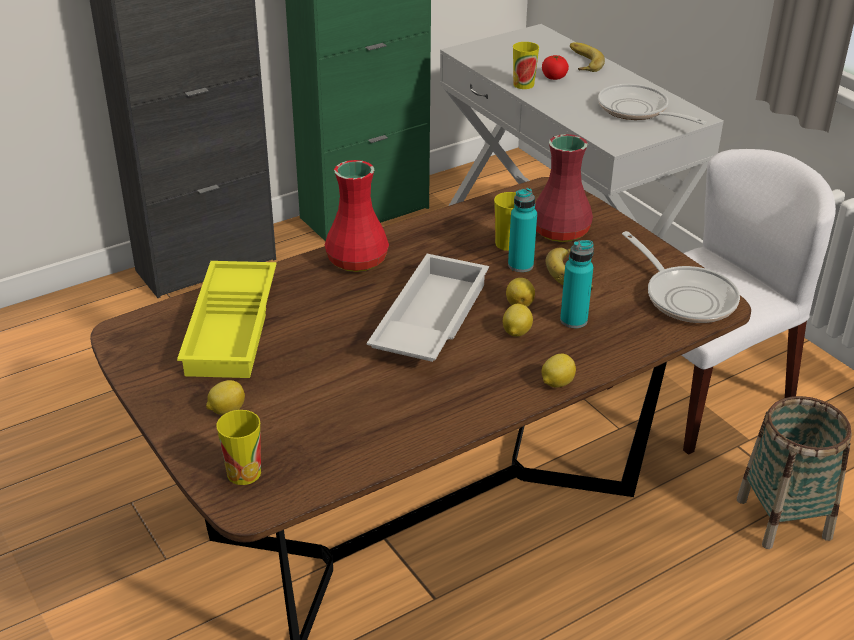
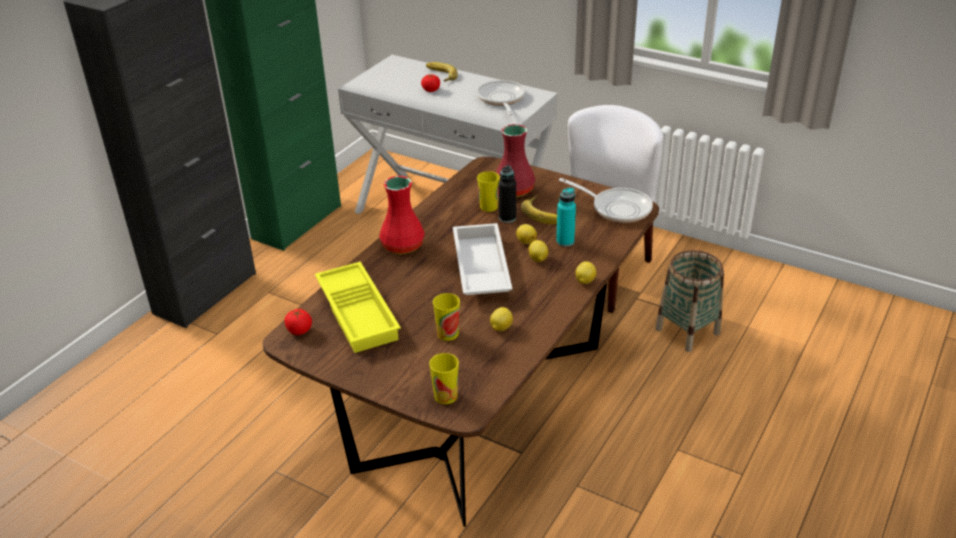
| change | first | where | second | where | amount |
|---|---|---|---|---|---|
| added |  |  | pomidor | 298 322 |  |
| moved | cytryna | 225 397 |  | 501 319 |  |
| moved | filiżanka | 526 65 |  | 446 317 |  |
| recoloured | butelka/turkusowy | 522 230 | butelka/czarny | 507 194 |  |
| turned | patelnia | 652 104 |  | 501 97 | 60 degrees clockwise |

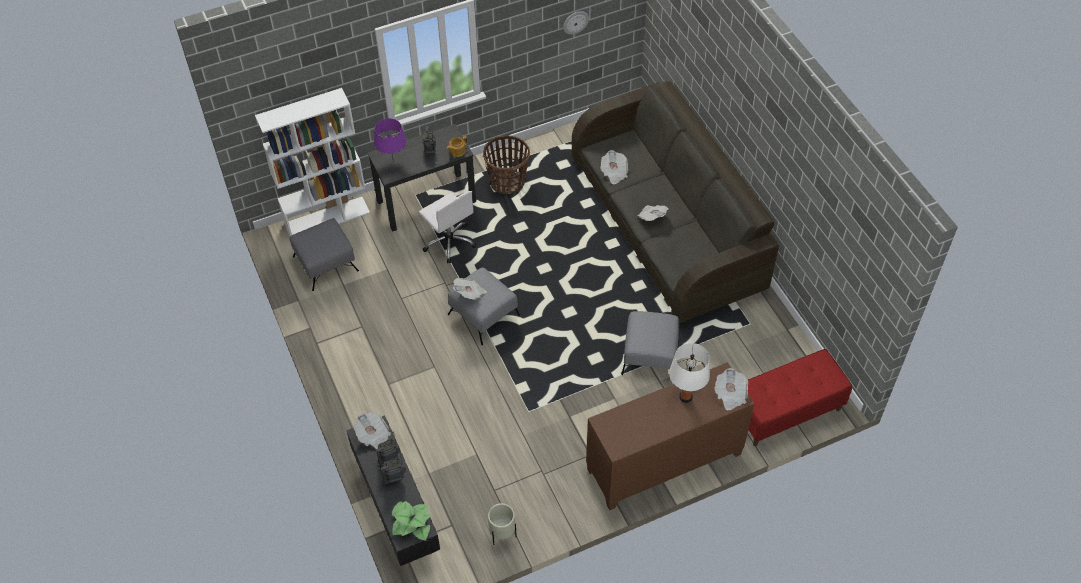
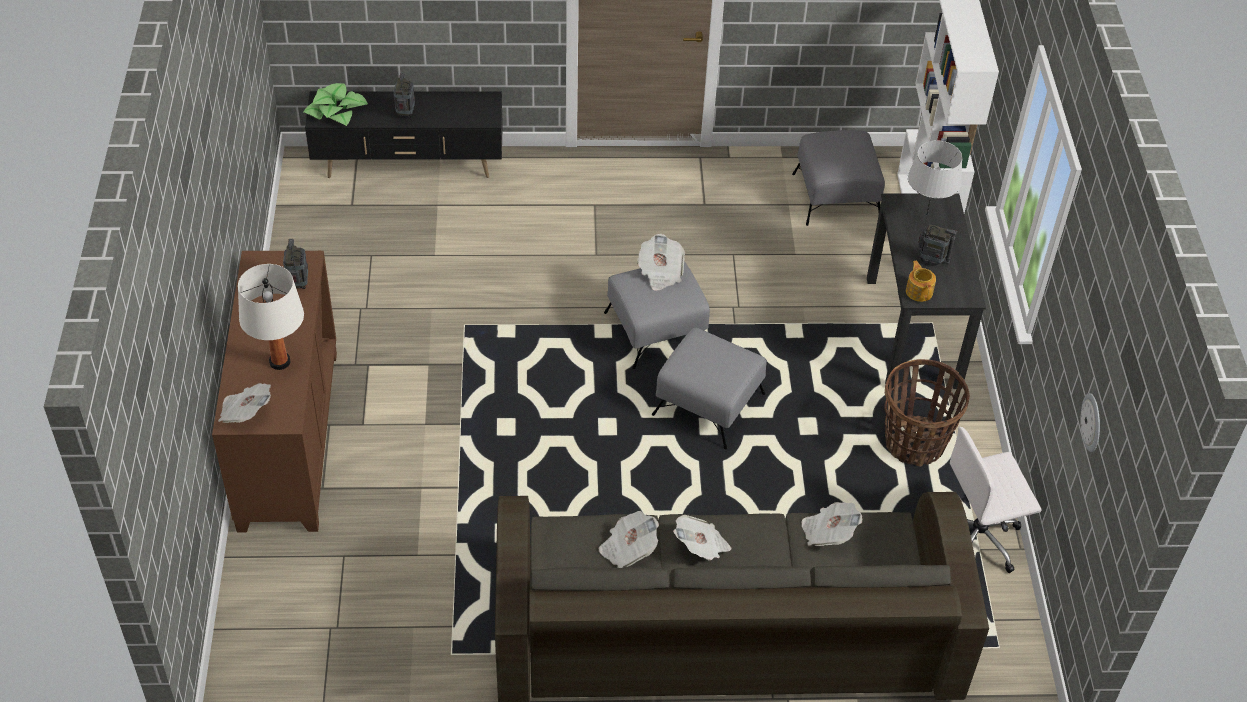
| change | first | where | second | where | amount |
|---|---|---|---|---|---|
| removed | donica/beżowy | 502 524 |  |  |  |
| removed | ławka/czerwony | 800 397 |  |  |  |
| moved | gazeta | 372 430 |  | 629 539 |  |
| moved | radio | 388 449 |  | 295 264 |  |
| moved | krzesło biurowe/biały | 447 227 |  | 995 500 |  |
| moved | pufa/szary | 650 343 |  | 709 388 |  |
| recoloured | lampa stołowa/fioletowy | 390 140 | lampa stołowa/szary | 935 176 |  |

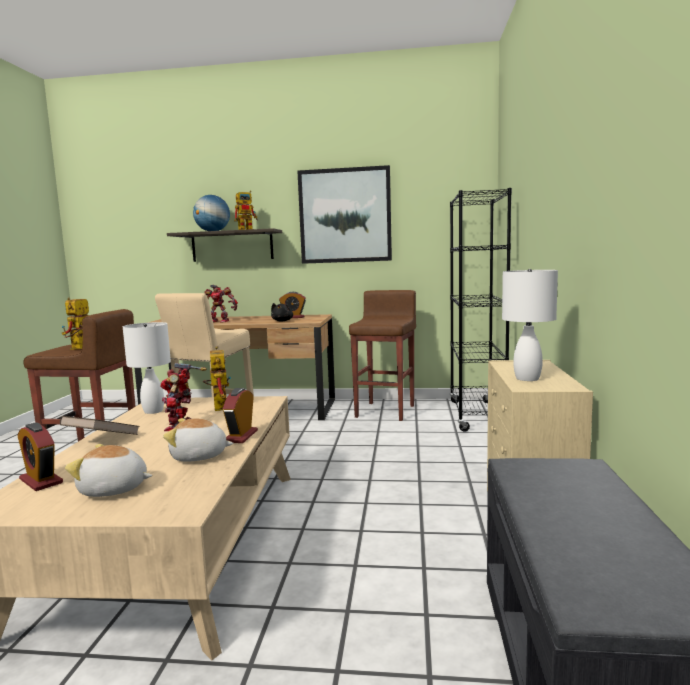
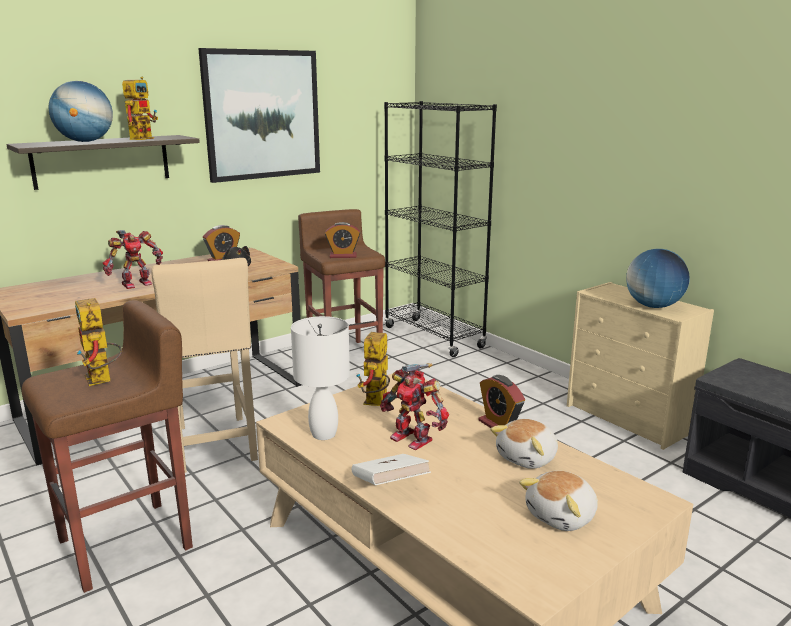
| change | first | where | second | where | amount |
|---|---|---|---|---|---|
| moved | budzik | 40 457 |  | 342 240 |  |
| replaced | lampa stołowa/biały | 530 325 | globus | 658 278 |  |
| recoloured | książka/brązowy | 100 425 | książka/biały | 391 469 |  |
| turned | robot zabawkowy | 217 378 |  | 373 369 | 105 degrees counterclockwise |

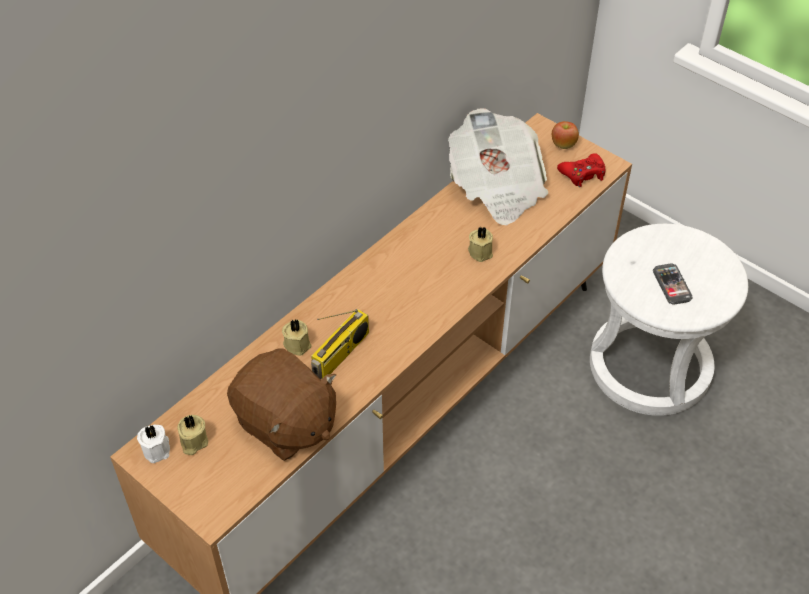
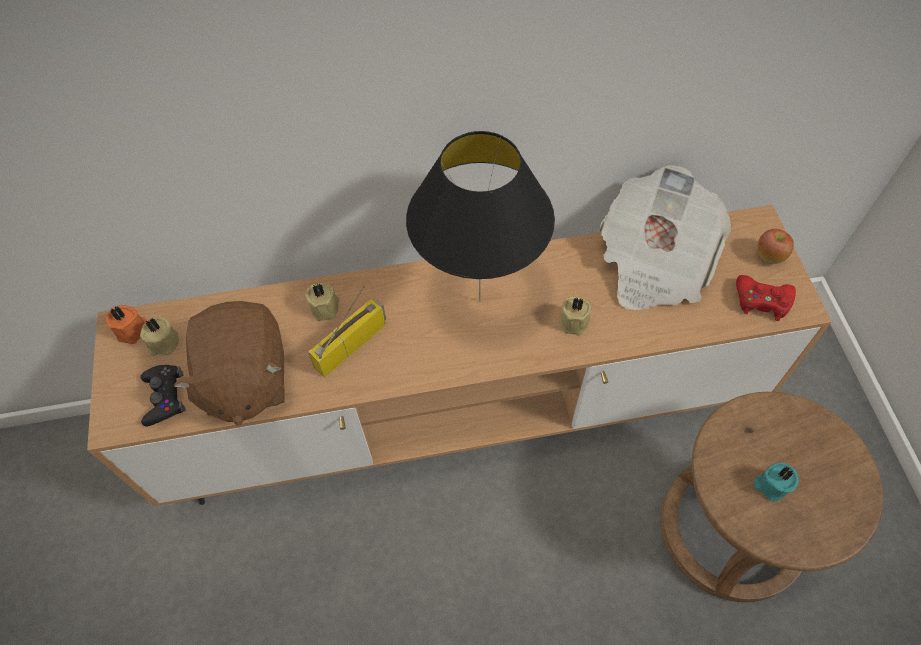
| change | first | where | second | where | amount |
|---|---|---|---|---|---|
| added |  |  | pad do gier/czarny | 162 395 |  |
| added |  |  | lampa stołowa/czarny | 480 216 |  |
| replaced | telefon | 673 284 | świeca/turkusowy | 776 482 |  |
| recoloured | świeca/biały | 153 444 | świeca/pomarańczowy | 127 324 |  |
| recoloured | stołek/biały | 669 320 | stołek/brązowy | 772 497 |  |
| turned | radio | 340 344 |  | 347 331 | 150 degrees clockwise |

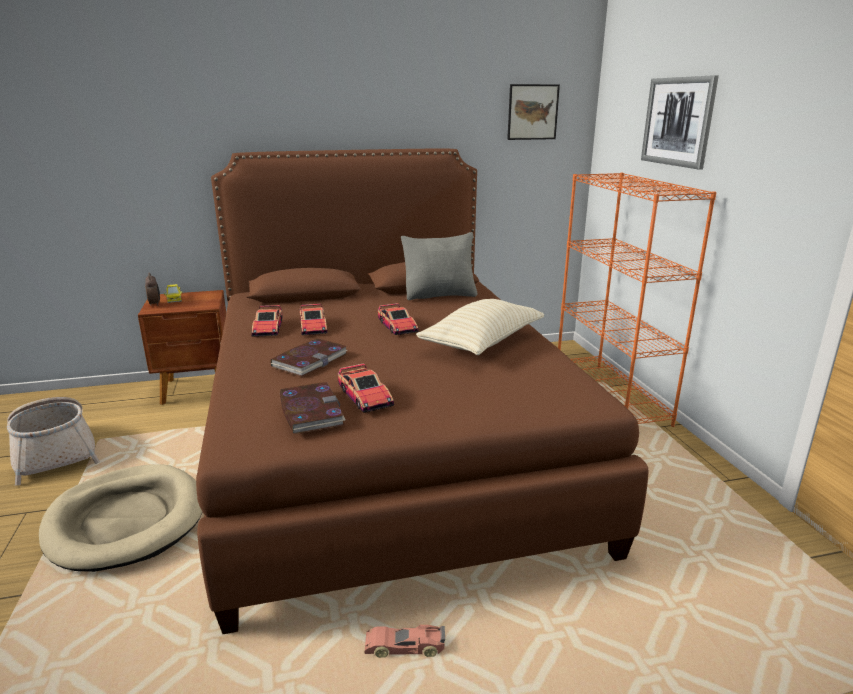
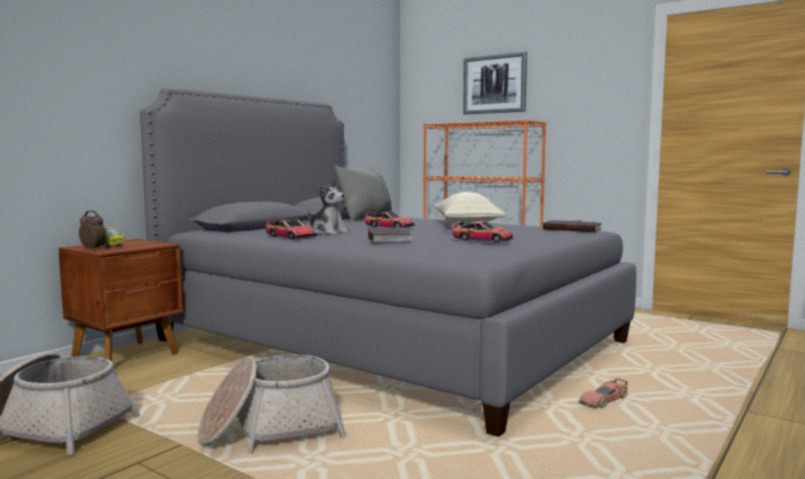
| change | first | where | second | where | amount |
|---|---|---|---|---|---|
| removed | obraz | 533 112 |  |  |  |
| moved | książka | 313 408 |  | 572 226 |  |
| replaced | legowisko/beżowy | 120 518 | koszyk | 272 404 |  |
| replaced | samochodzik | 314 319 | pluszak | 329 207 |  |
| recoloured | łóżko/brązowy | 422 391 | łóżko/szary | 388 262 |  |

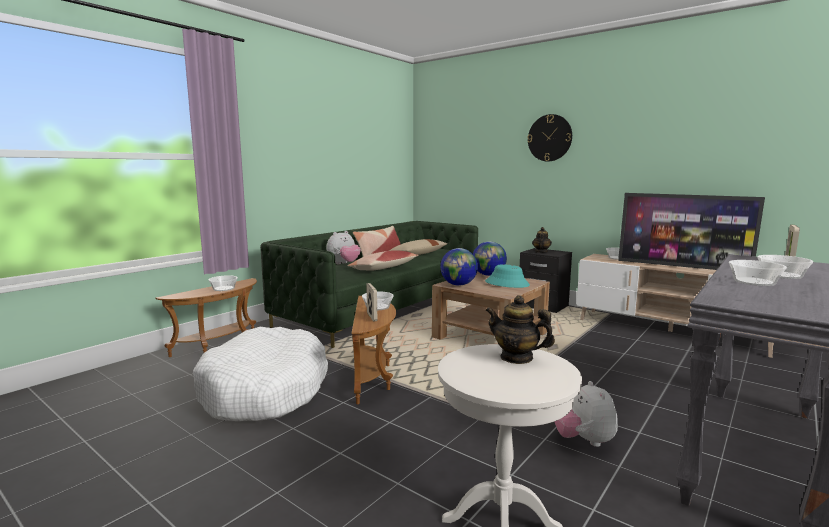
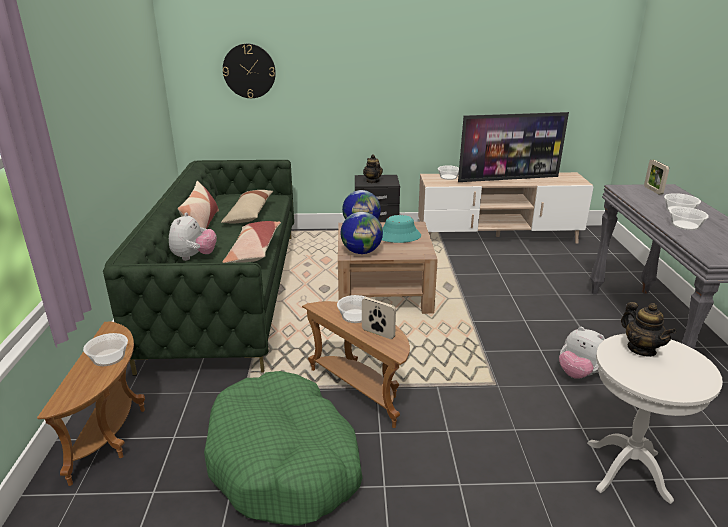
| change | first | where | second | where | amount |
|---|---|---|---|---|---|
| moved | zegar ścienny | 549 138 |  | 249 71 |  |
| recoloured | legowisko/biały | 260 374 | legowisko/zielony | 283 448 |  |
| turned | imbryk | 520 329 |  | 648 329 | 105 degrees counterclockwise |

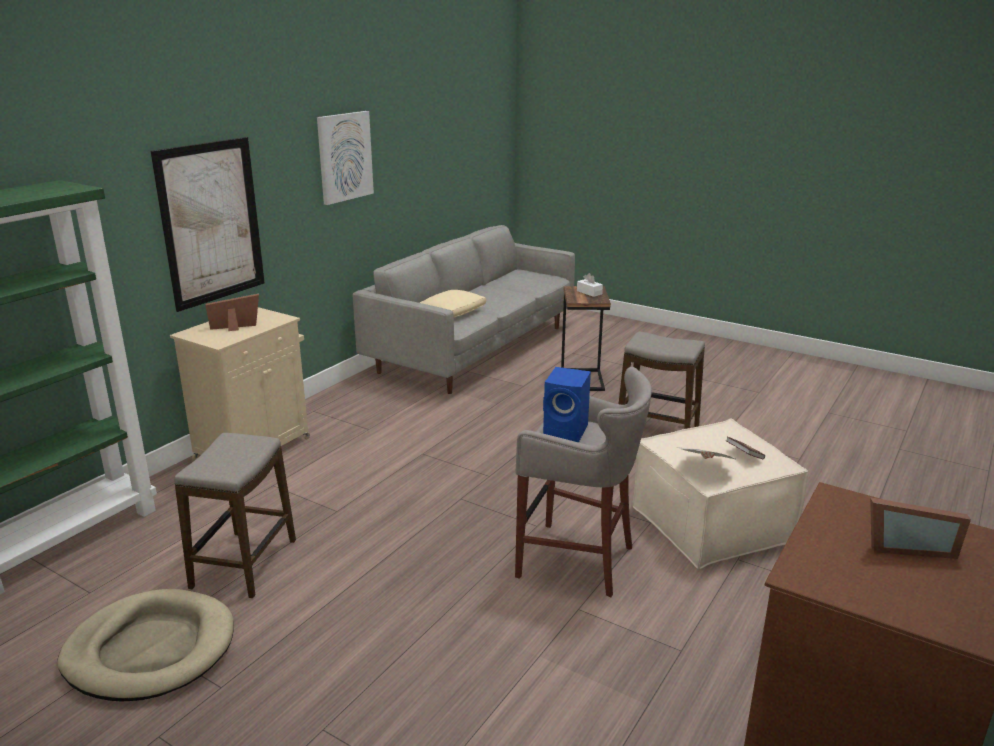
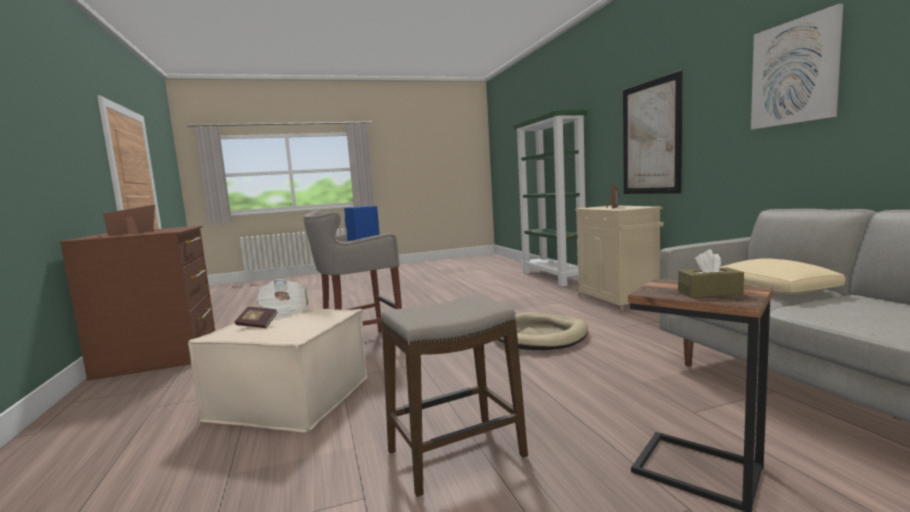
| change | first | where | second | where | amount |
|---|---|---|---|---|---|
| removed | stołek | 235 515 |  |  |  |
| moved | legowisko/beżowy | 145 645 |  | 542 331 |  |
| recoloured | pudełko chusteczek/biały | 590 285 | pudełko chusteczek/brązowy | 711 273 |  |

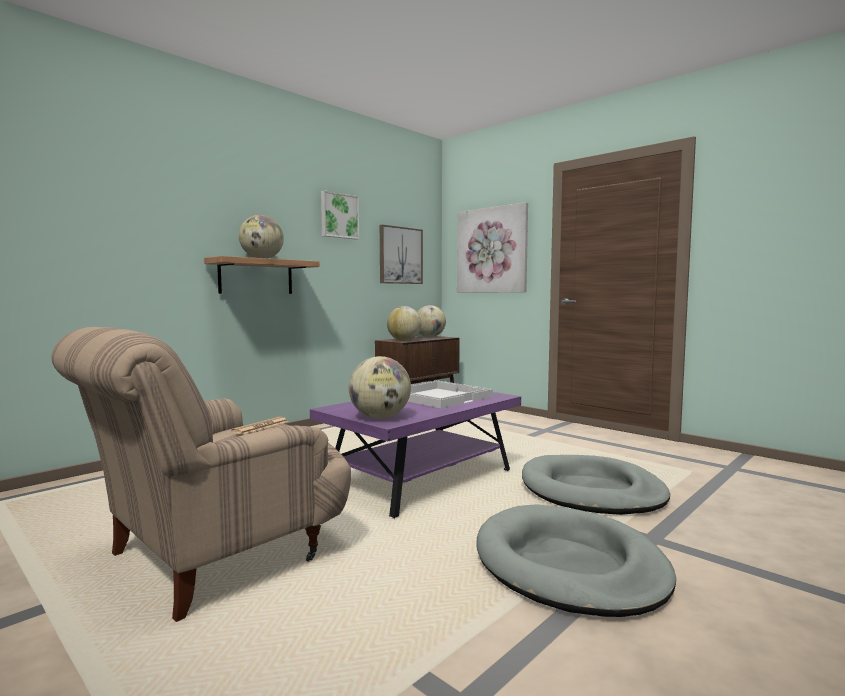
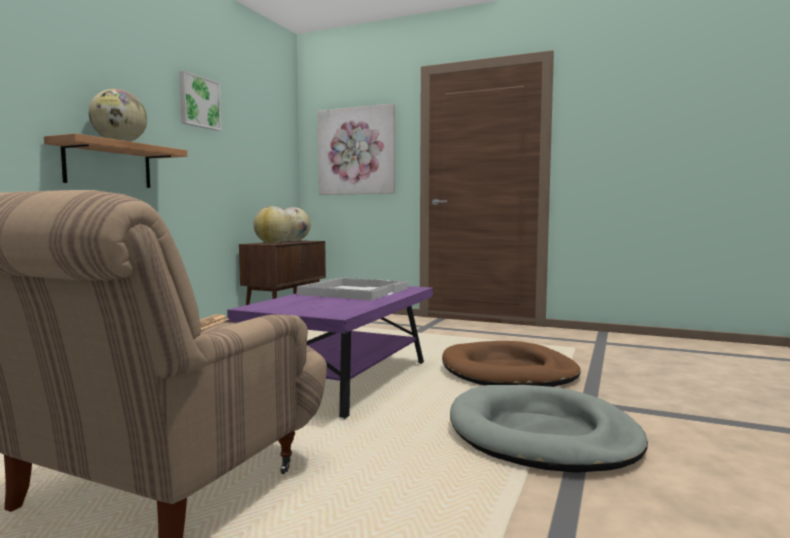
| change | first | where | second | where | amount |
|---|---|---|---|---|---|
| removed | globus | 380 387 |  |  |  |
| removed | obraz | 401 254 |  |  |  |
| recoloured | legowisko/szary | 596 485 | legowisko/brązowy | 511 364 |  |

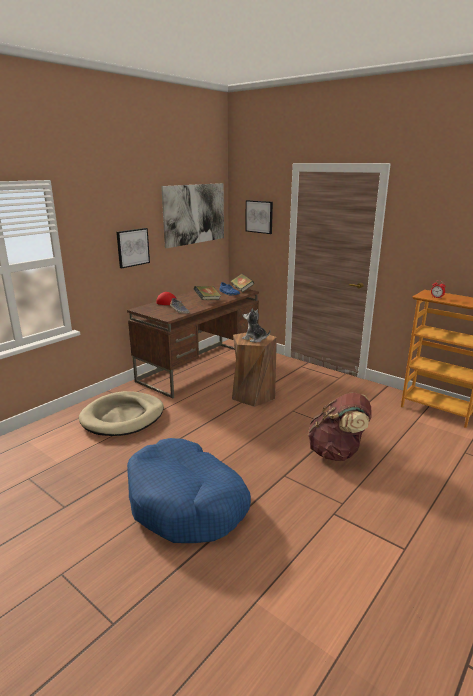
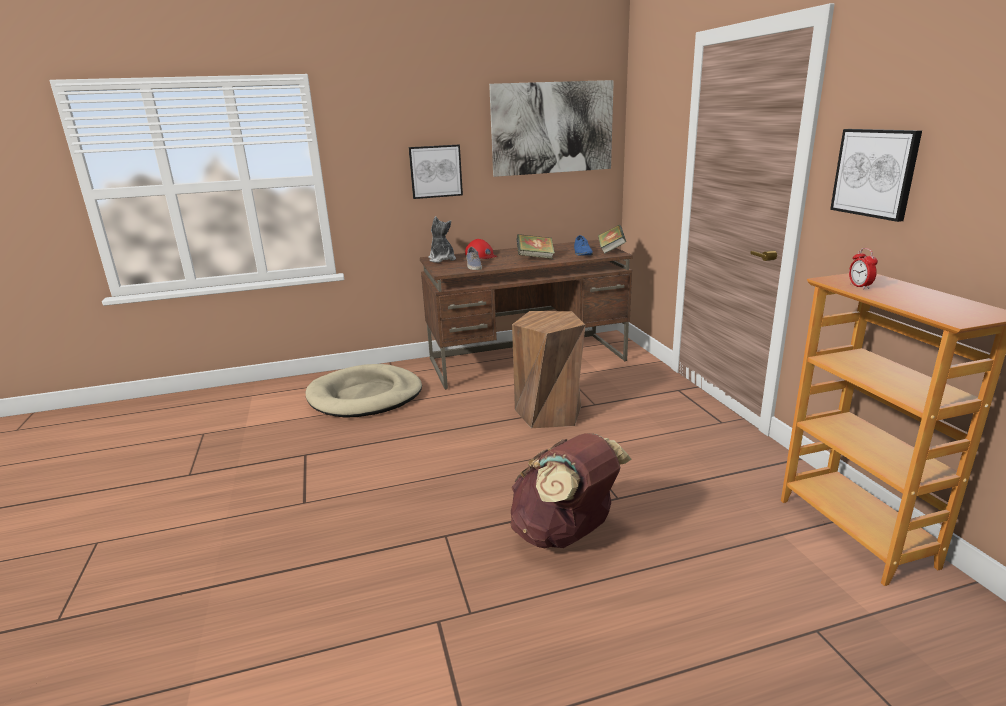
| change | first | where | second | where | amount |
|---|---|---|---|---|---|
| removed | legowisko/niebieski | 189 490 |  |  |  |
| moved | pluszak | 256 325 |  | 442 239 |  |
| moved | obraz | 259 217 |  | 876 175 |  |

